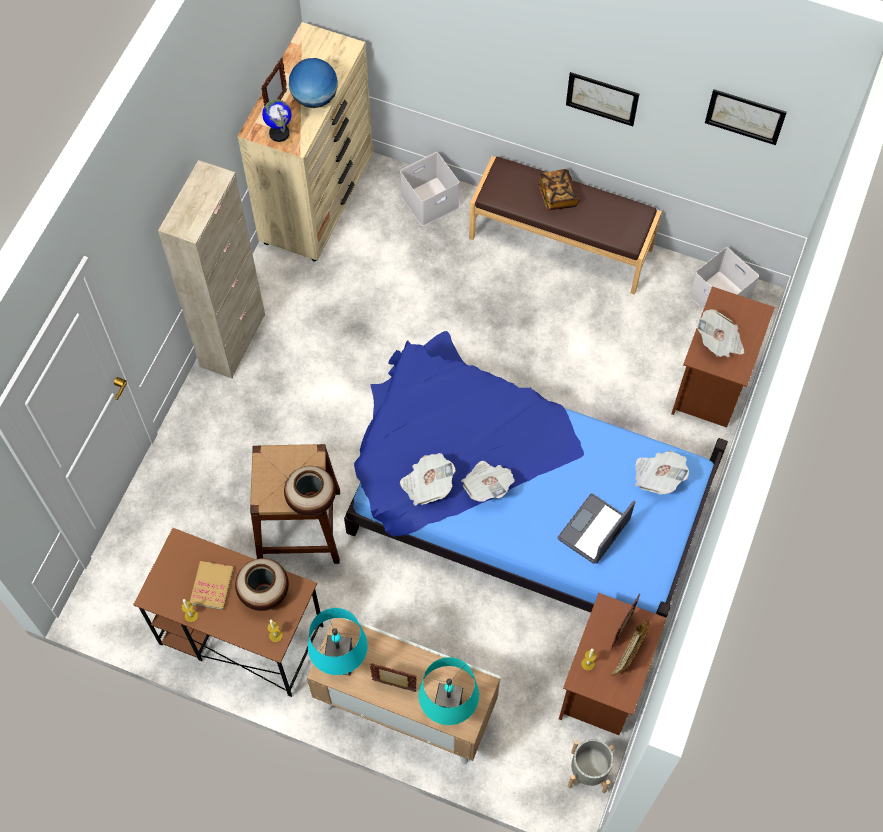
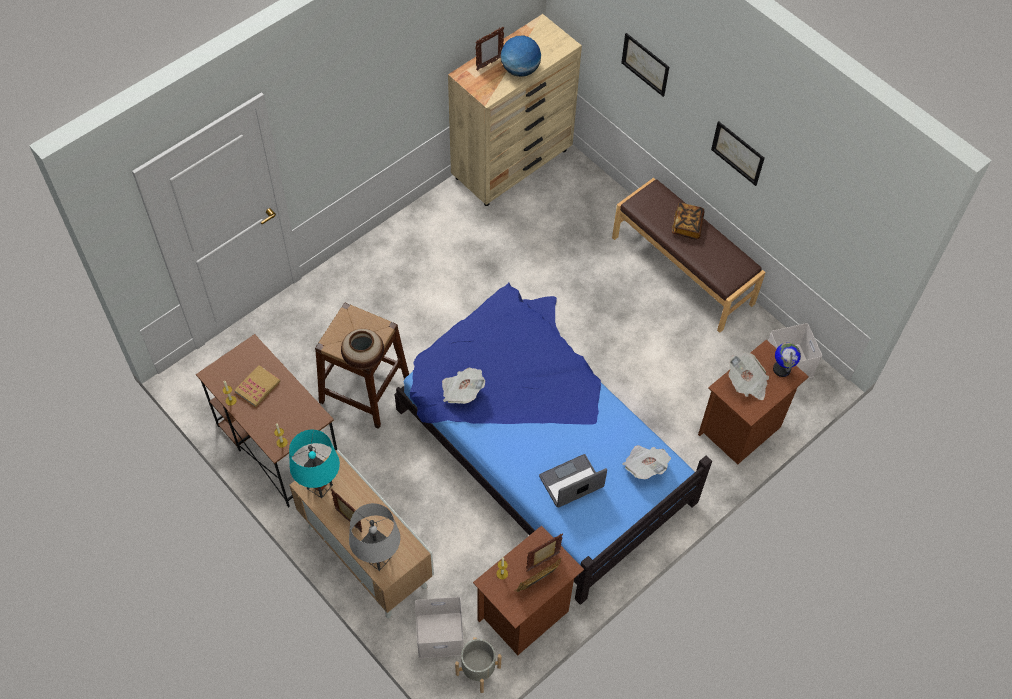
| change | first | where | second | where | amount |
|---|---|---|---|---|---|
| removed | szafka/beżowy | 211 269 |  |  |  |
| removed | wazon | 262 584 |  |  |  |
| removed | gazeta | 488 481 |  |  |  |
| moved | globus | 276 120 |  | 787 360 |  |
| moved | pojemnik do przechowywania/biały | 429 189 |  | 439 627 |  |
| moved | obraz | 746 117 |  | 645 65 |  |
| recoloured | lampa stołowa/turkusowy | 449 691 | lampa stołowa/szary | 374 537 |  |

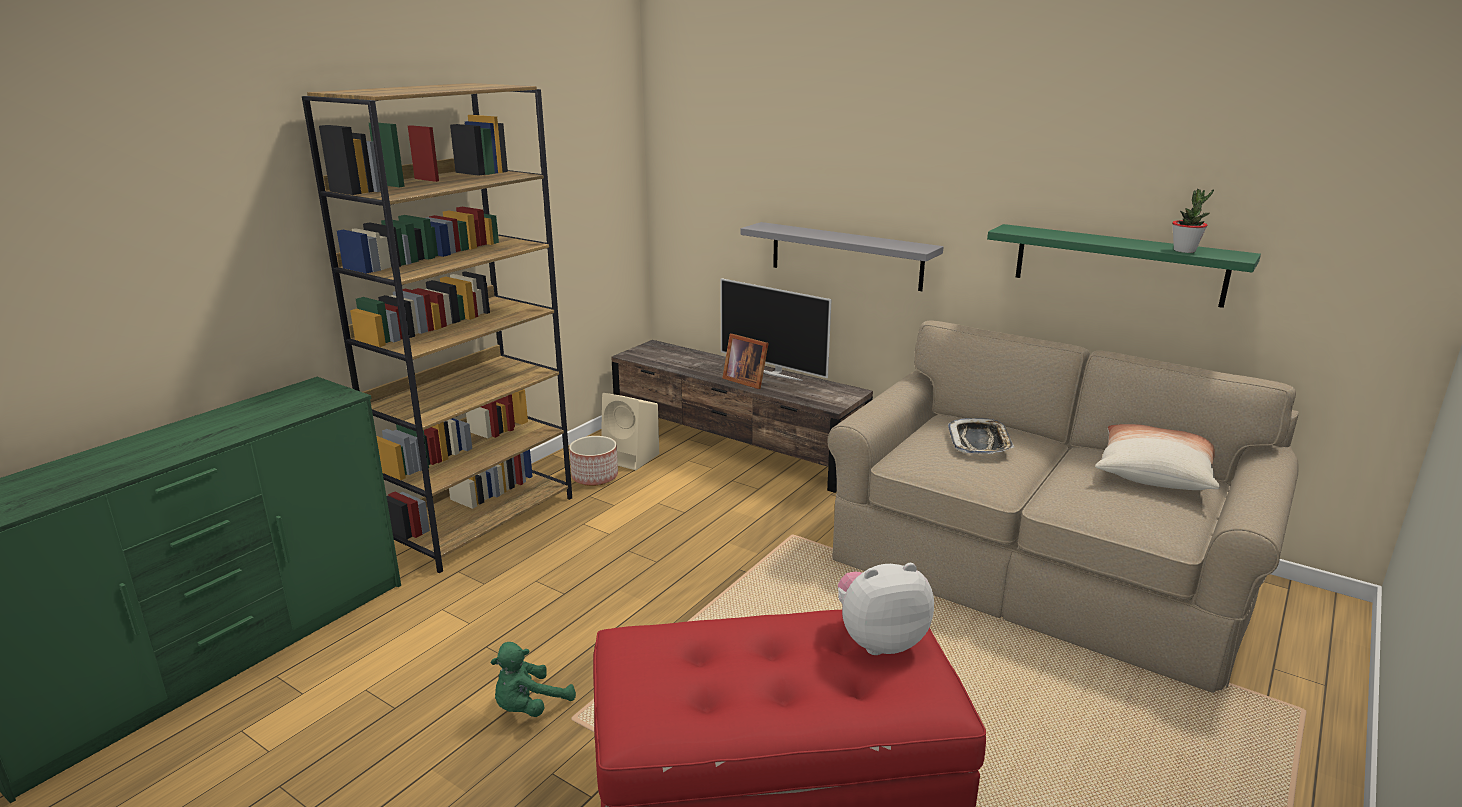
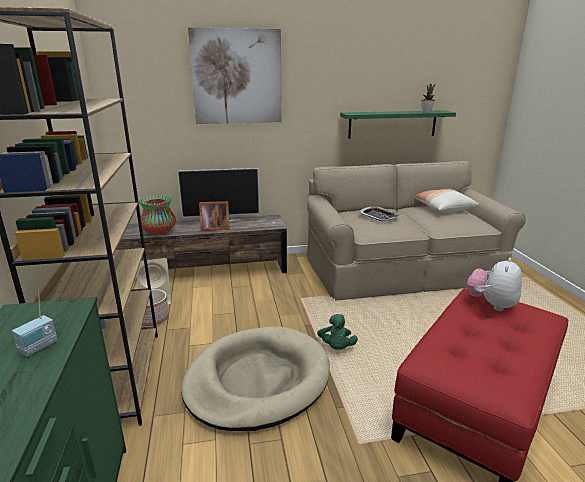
| change | first | where | second | where | amount |
|---|---|---|---|---|---|
| removed | półka/szary | 842 256 |  |  |  |
| added |  |  | radio | 35 323 |  |
| added |  |  | wazon | 157 215 |  |
| added |  |  | legowisko/beżowy | 255 378 |  |
| added |  |  | obraz | 235 76 |  |
| moved | pluszak/zielony | 533 679 |  | 337 332 |  |

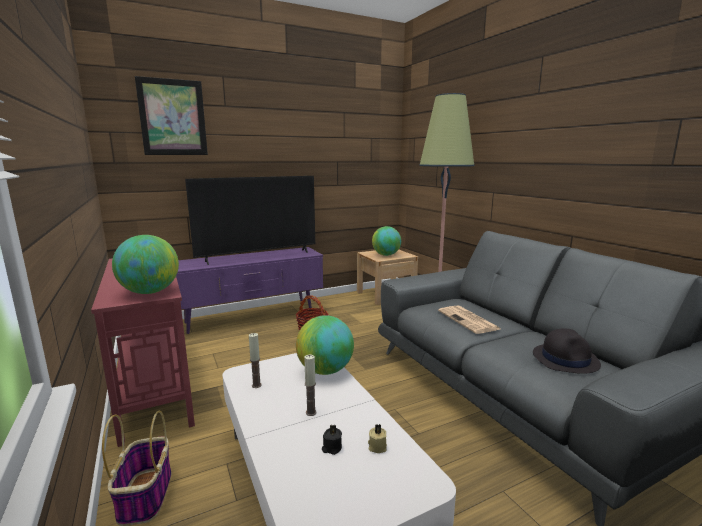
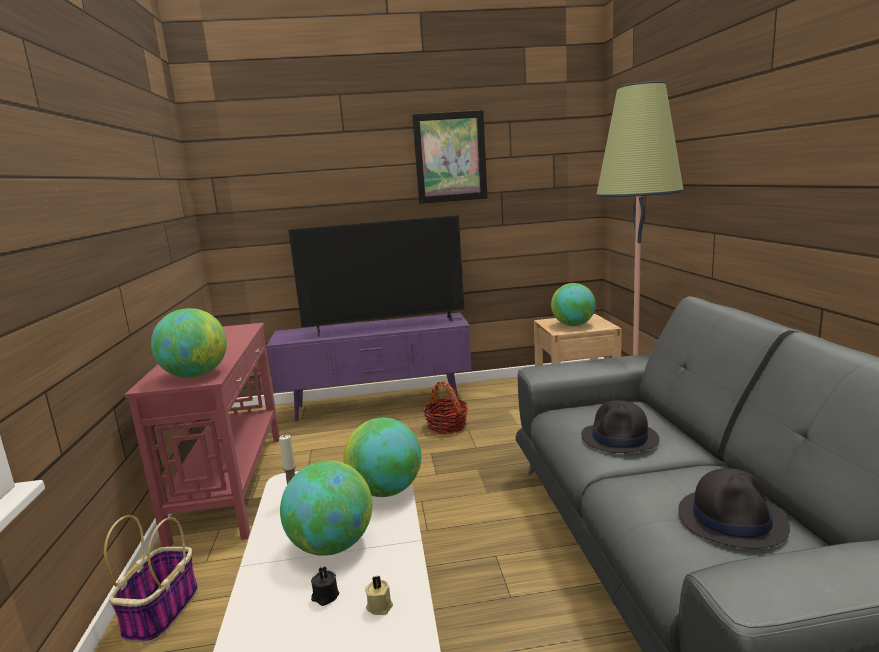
| change | first | where | second | where | amount |
|---|---|---|---|---|---|
| moved | obraz | 171 115 |  | 450 157 |  |
| replaced | świeca | 310 385 | globus | 326 508 |  |
| replaced | gazeta | 469 319 | kapelusz/czarny | 620 426 |  |

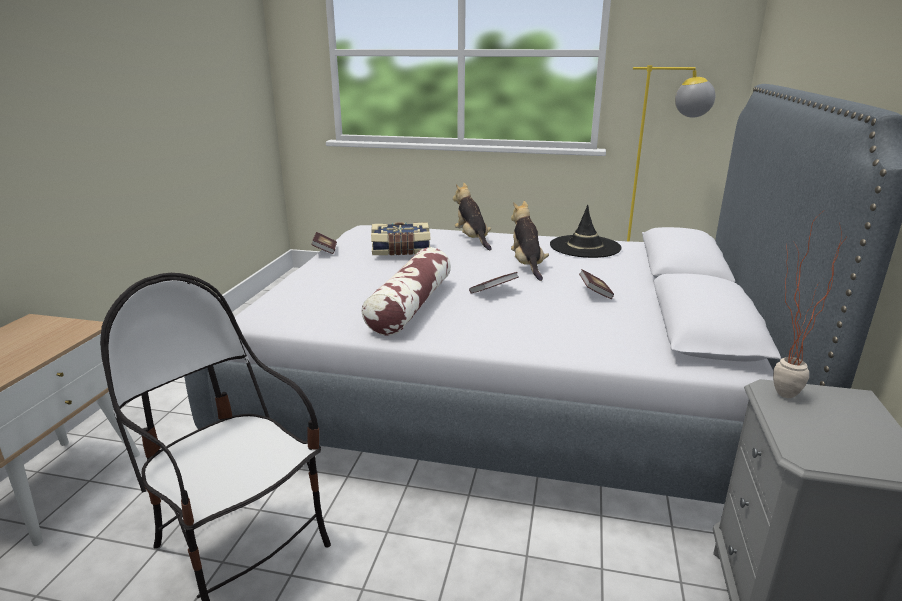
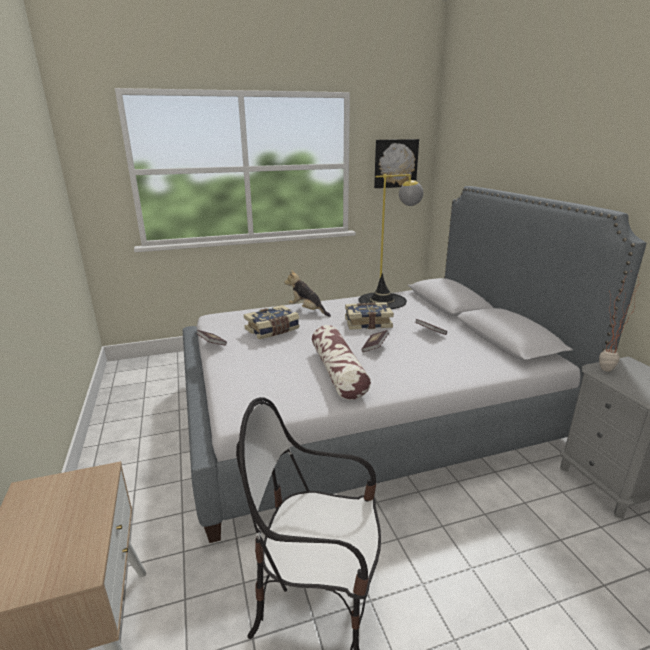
| change | first | where | second | where | amount |
|---|---|---|---|---|---|
| added |  |  | obraz | 396 163 |  |
| replaced | pluszak | 530 241 | książka | 369 316 |  |

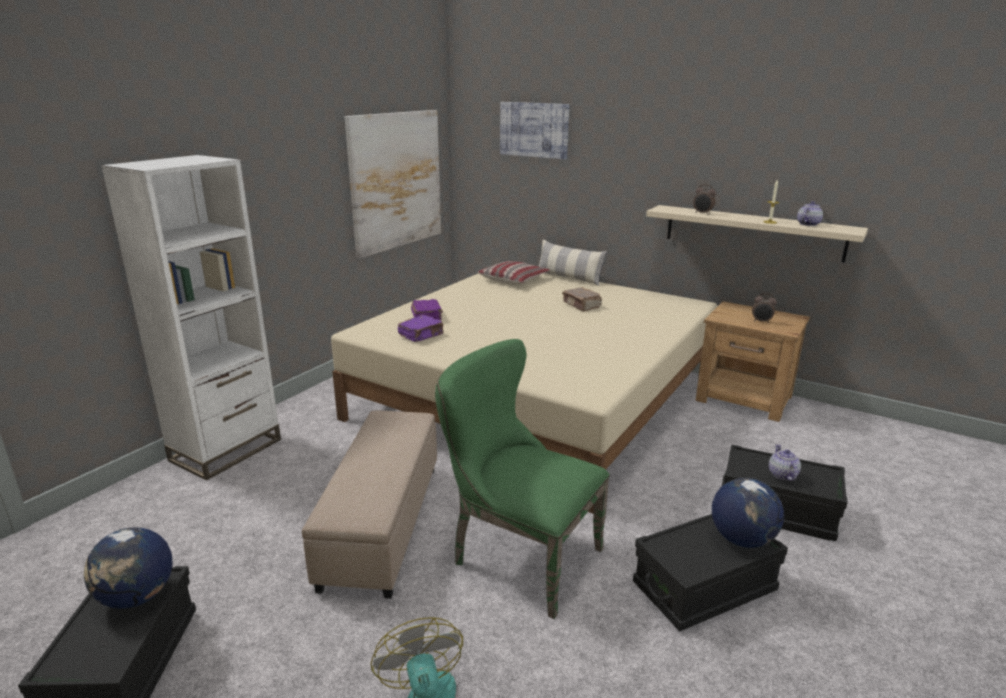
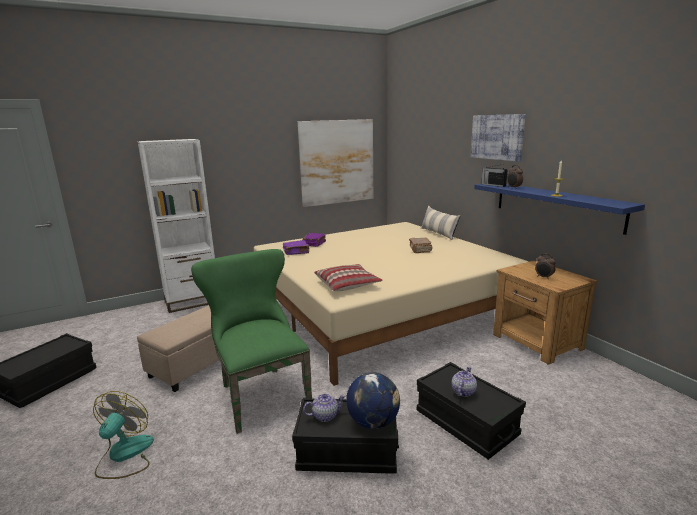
| change | first | where | second | where | amount |
|---|---|---|---|---|---|
| removed | globus | 128 568 |  |  |  |
| added |  |  | radio | 494 175 |  |
| moved | poduszka | 513 273 |  | 348 277 |  |
| moved | obraz | 534 130 |  | 498 138 |  |
| moved | imbryk | 810 213 |  | 324 407 |  |
| recoloured | półka/beżowy | 757 234 | półka/niebieski | 559 209 |  |

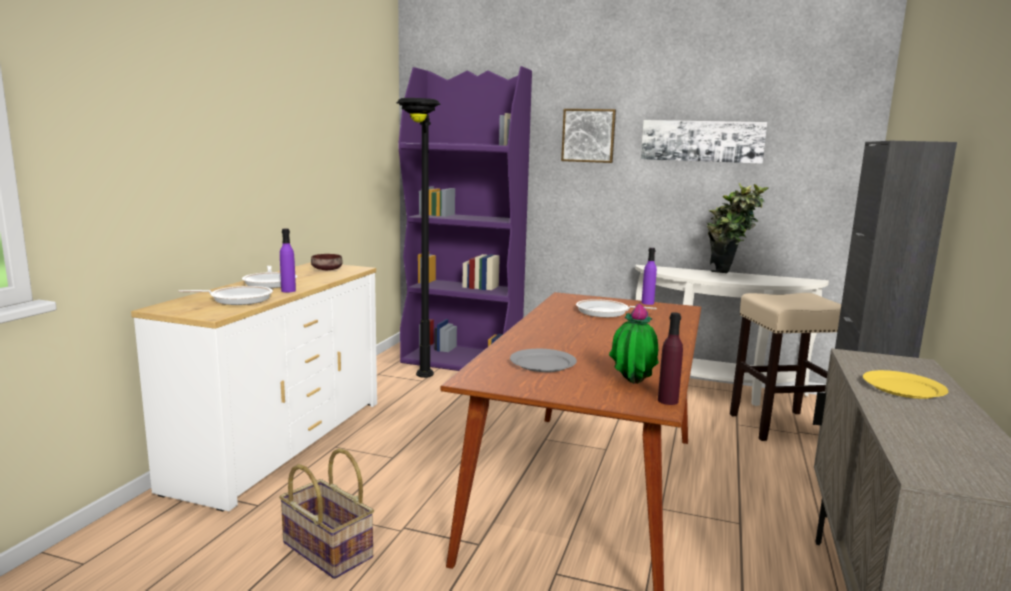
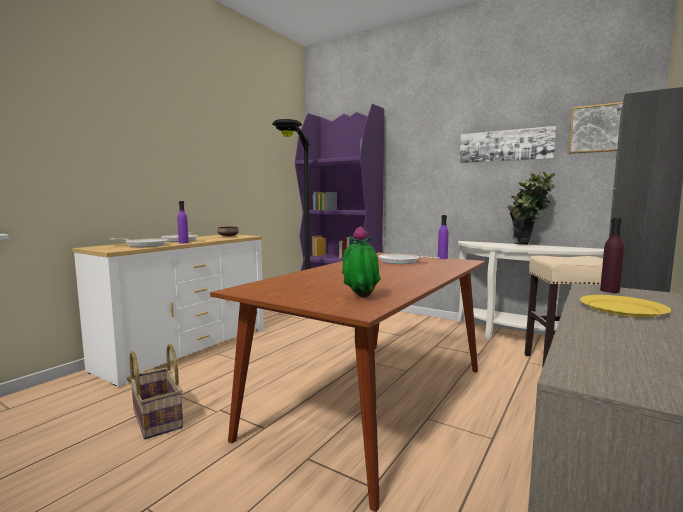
| change | first | where | second | where | amount |
|---|---|---|---|---|---|
| removed | talerz/szary | 543 360 |  |  |  |
| moved | obraz | 588 136 |  | 596 128 |  |
| moved | butelka/fioletowy | 670 358 |  | 612 255 |  |

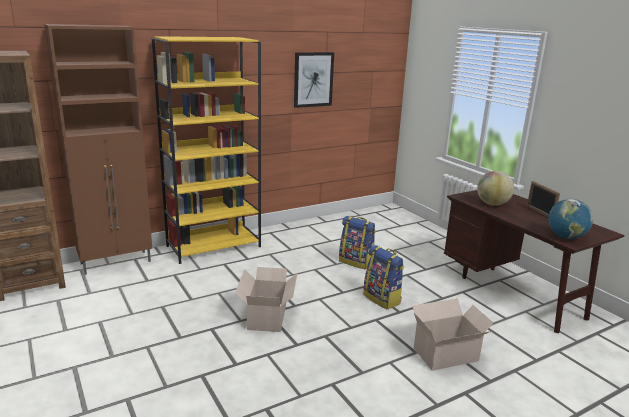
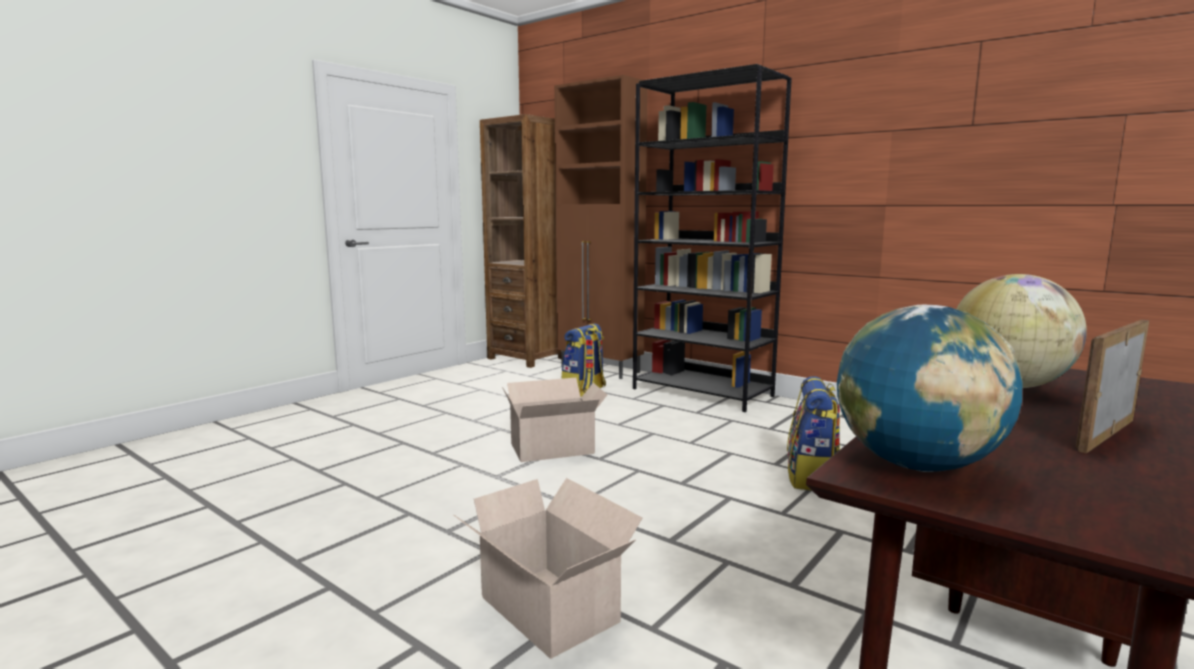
| change | first | where | second | where | amount |
|---|---|---|---|---|---|
| removed | obraz | 314 80 |  |  |  |
| moved | plecak | 383 277 |  | 583 360 |  |
| recoloured | regał/żółty | 206 150 | regał/czarny | 712 238 |  |

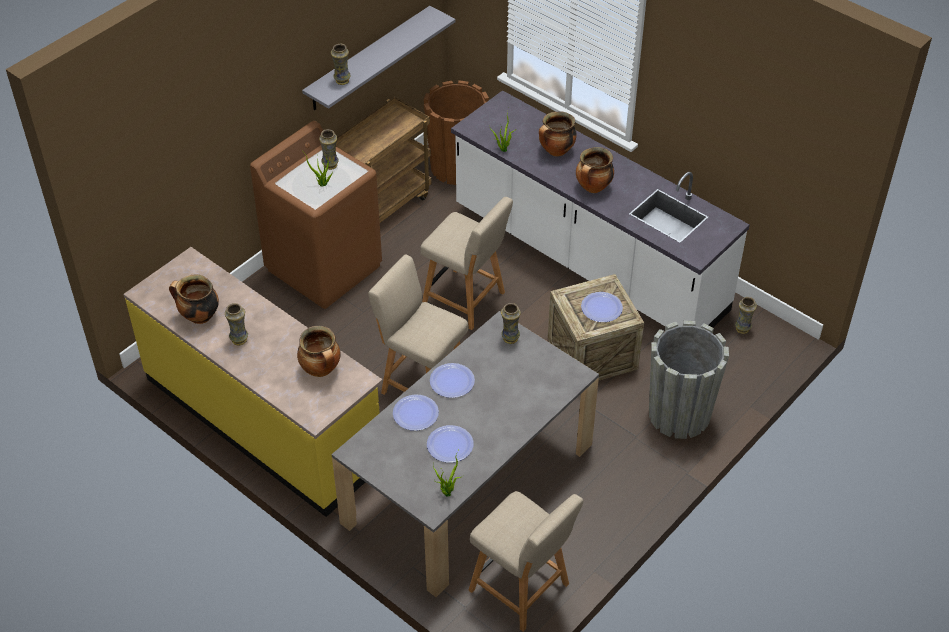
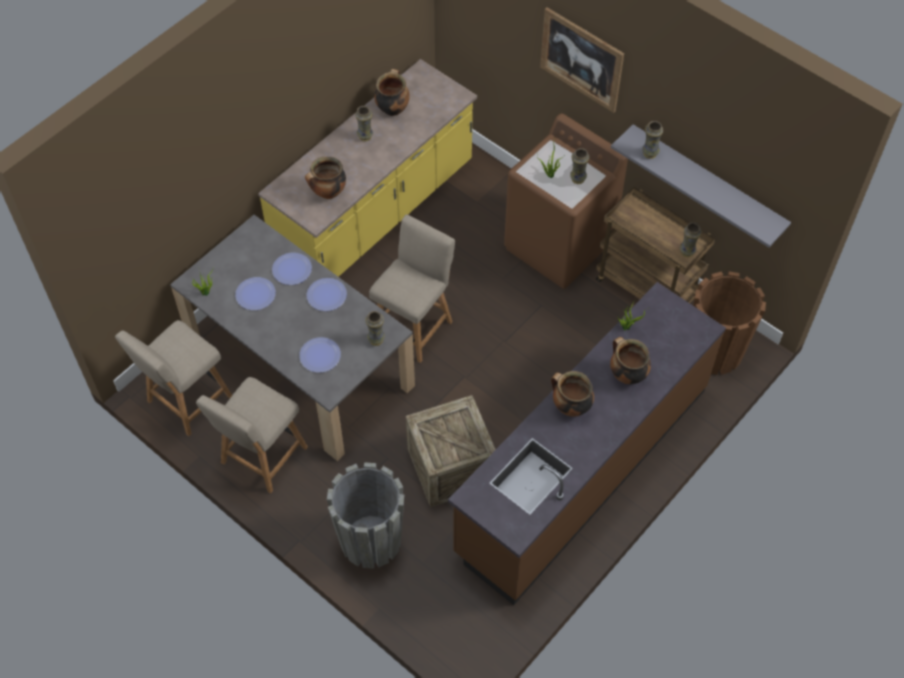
| change | first | where | second | where | amount |
|---|---|---|---|---|---|
| added |  |  | obraz | 582 60 |  |
| moved | krzesło/beżowy | 467 263 |  | 252 435 |  |
| moved | talerz | 602 307 |  | 320 355 |  |
| moved | wazon | 746 315 |  | 691 239 |  |
| recoloured | zabudowa kuchenna/biały | 600 209 | zabudowa kuchenna/brązowy | 587 443 |  |

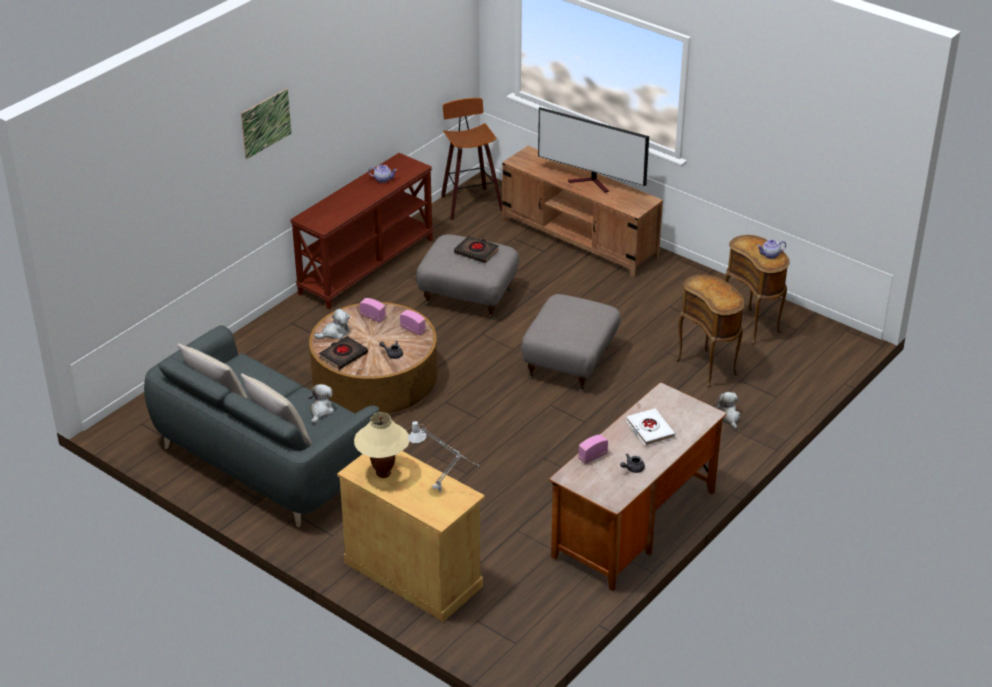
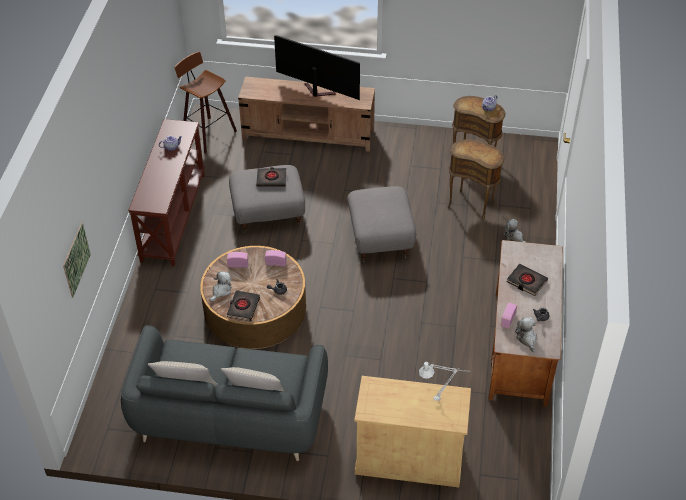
| change | first | where | second | where | amount |
|---|---|---|---|---|---|
| removed | lampa stołowa/beżowy | 382 445 |  |  |  |
| moved | obraz | 266 123 |  | 77 260 |  |
| moved | pluszak | 321 404 |  | 526 334 |  |
| recoloured | książka/biały | 650 427 | książka/czarny | 527 280 |  |
| turned | telewizor | 593 150 |  | 317 67 | 150 degrees counterclockwise |

